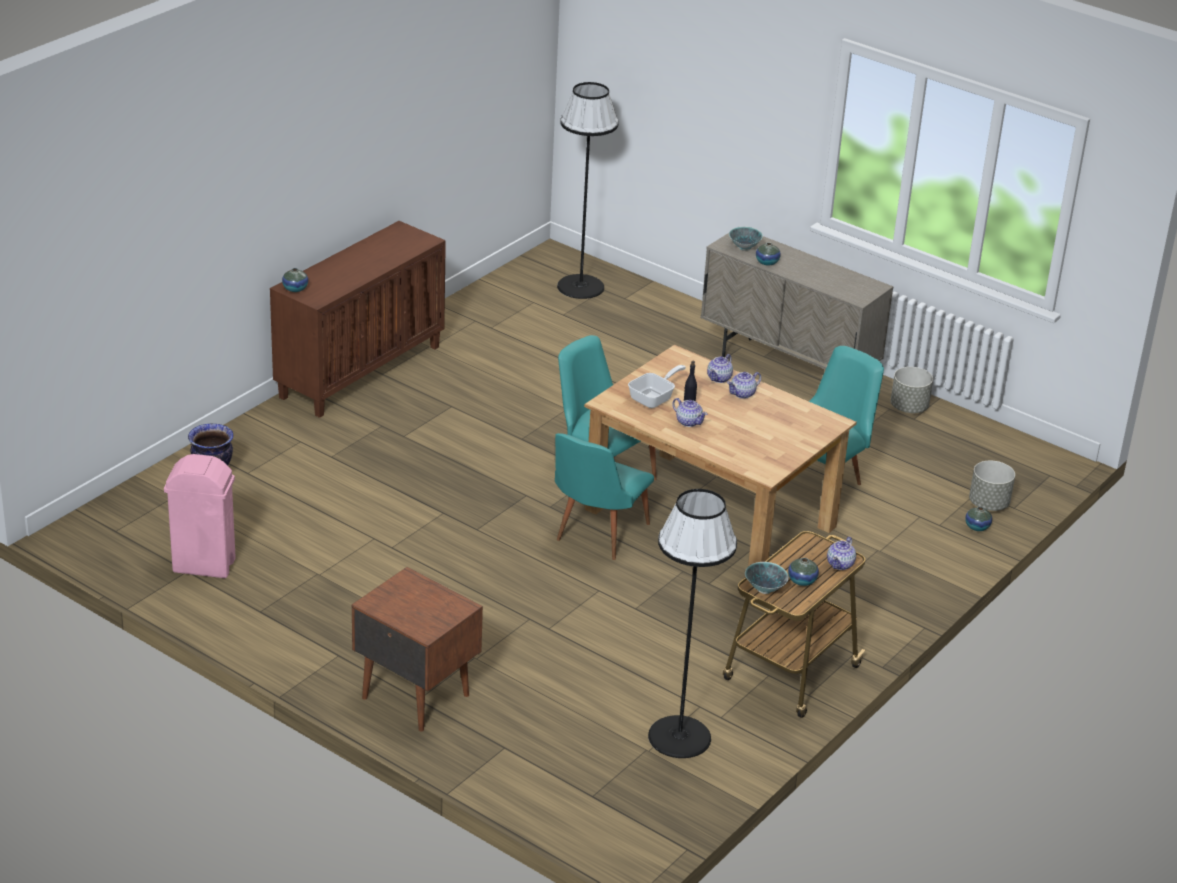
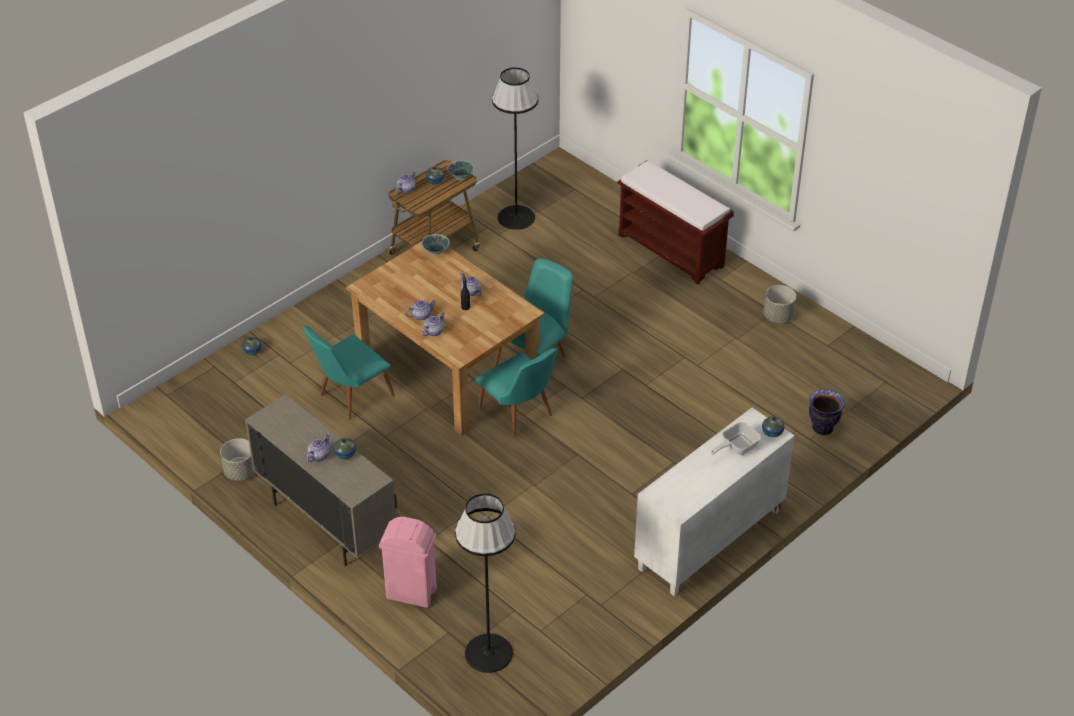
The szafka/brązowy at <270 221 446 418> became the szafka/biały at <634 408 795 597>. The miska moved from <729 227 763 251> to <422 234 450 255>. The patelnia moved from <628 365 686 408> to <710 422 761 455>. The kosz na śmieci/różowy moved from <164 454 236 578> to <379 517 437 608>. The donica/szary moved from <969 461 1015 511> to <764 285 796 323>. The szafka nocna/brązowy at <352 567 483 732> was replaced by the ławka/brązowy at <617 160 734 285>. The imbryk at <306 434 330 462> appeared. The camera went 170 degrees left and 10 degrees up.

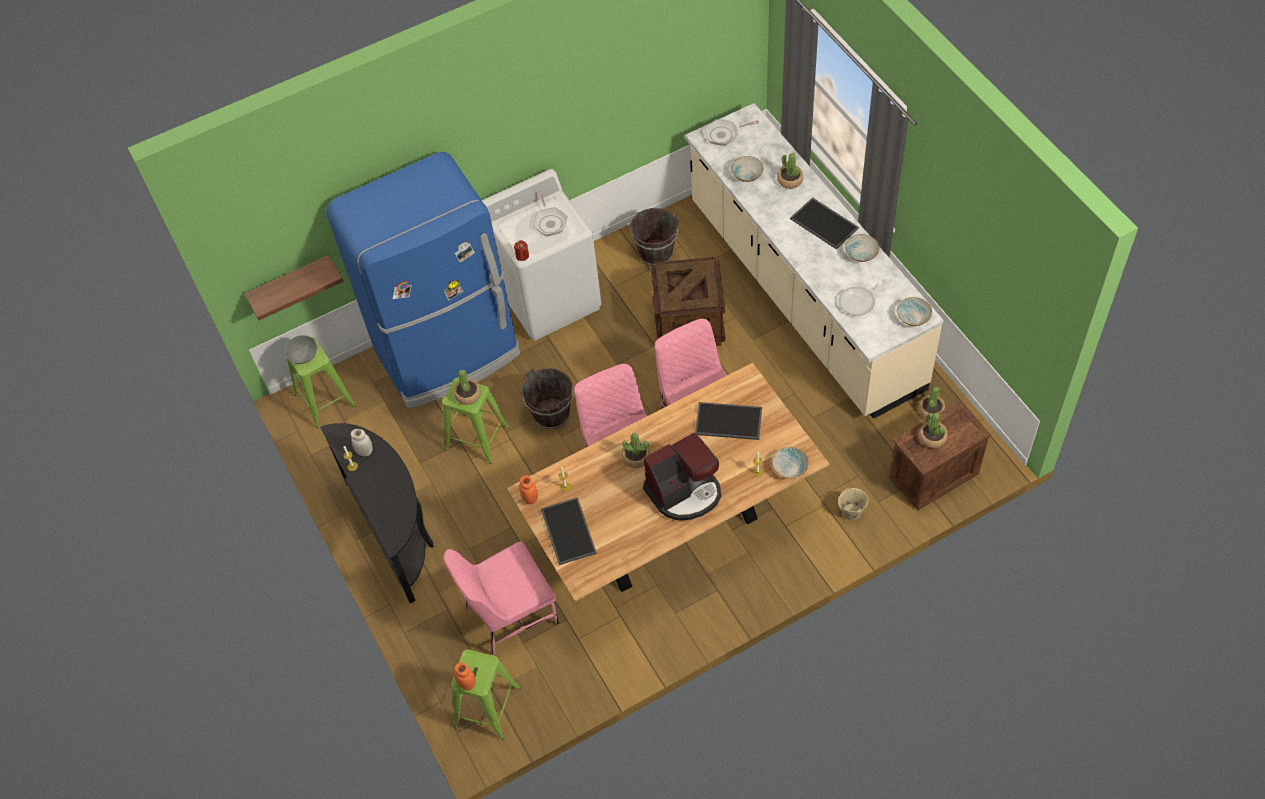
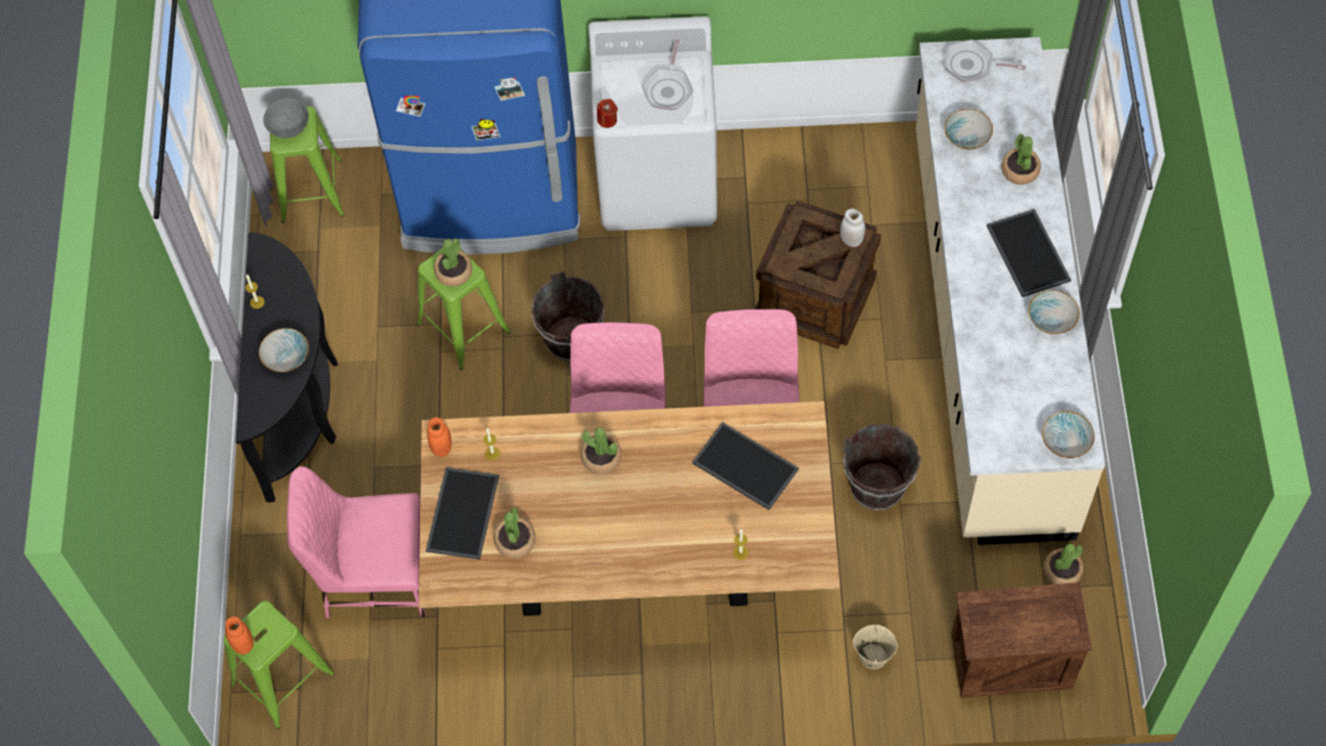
The wiadro/brązowy moved from <629 208 679 266> to <843 424 922 510>. The półka at <244 255 344 321> disappeared. The patelnia at <839 279 893 316> disappeared. The roślina doniczkowa moved from <919 413 948 448> to <494 507 536 558>. The słoik/biały moved from <351 429 372 456> to <840 209 865 247>. The ekspres do kawy at <643 433 721 520> disappeared. The miska moved from <772 447 809 479> to <259 328 309 372>. The camera went 25 degrees right and 5 degrees up.

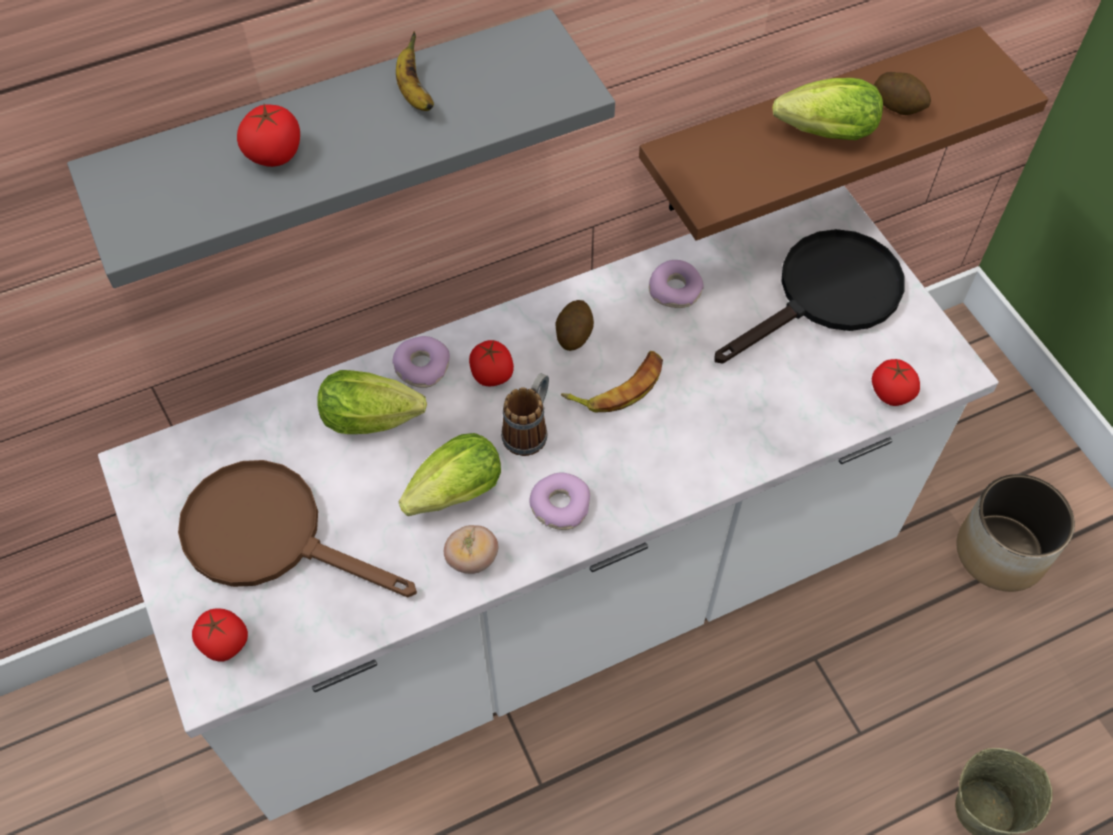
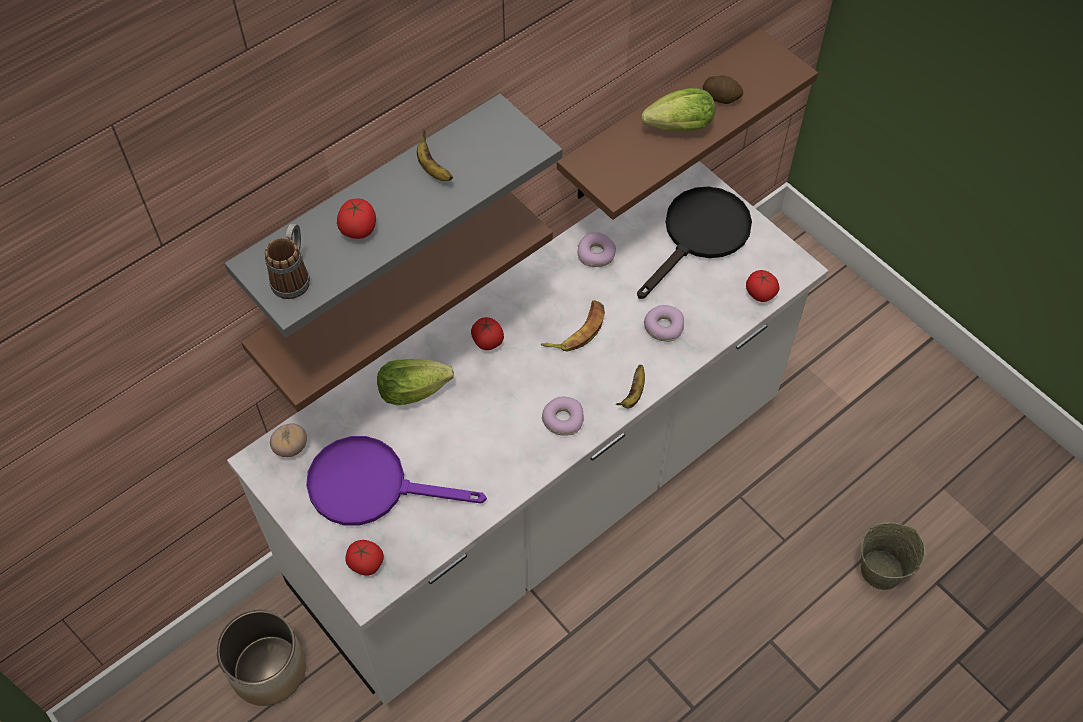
The ziemniak at <556 300 594 351> disappeared. The donut moved from <393 336 450 388> to <644 305 684 342>. The kubek moved from <501 373 549 456> to <265 224 310 299>. The sałata at <399 433 501 516> disappeared. The patelnia/brązowy at <178 460 417 597> became the patelnia/fioletowy at <306 436 487 526>. The donica moved from <957 474 1075 592> to <217 610 306 706>. The pomidor moved from <444 525 498 574> to <270 423 307 457>. The półka/brązowy at <241 192 553 412> appeared. The banan at <616 365 645 408> appeared. The camera went 15 degrees left and 0 degrees up.

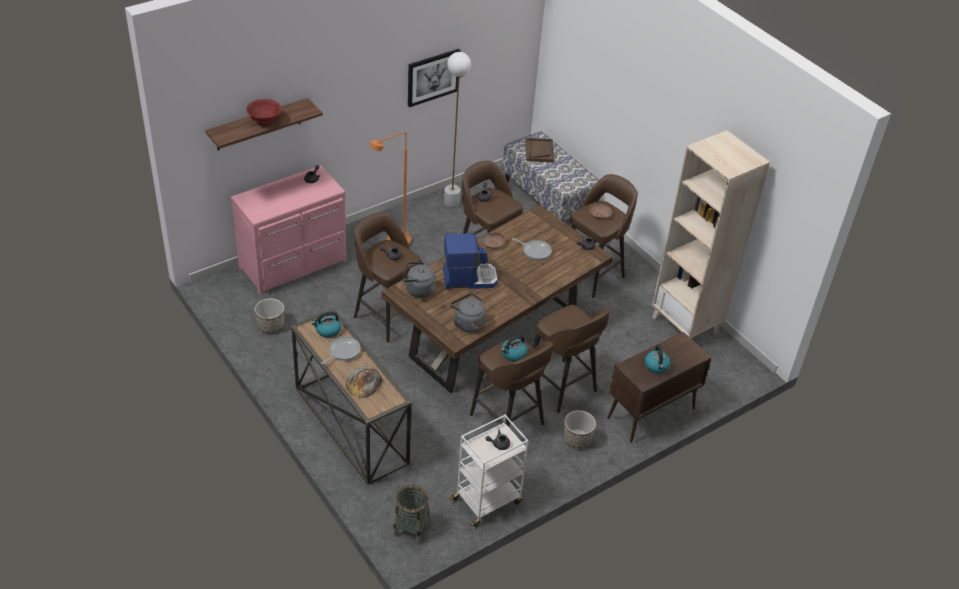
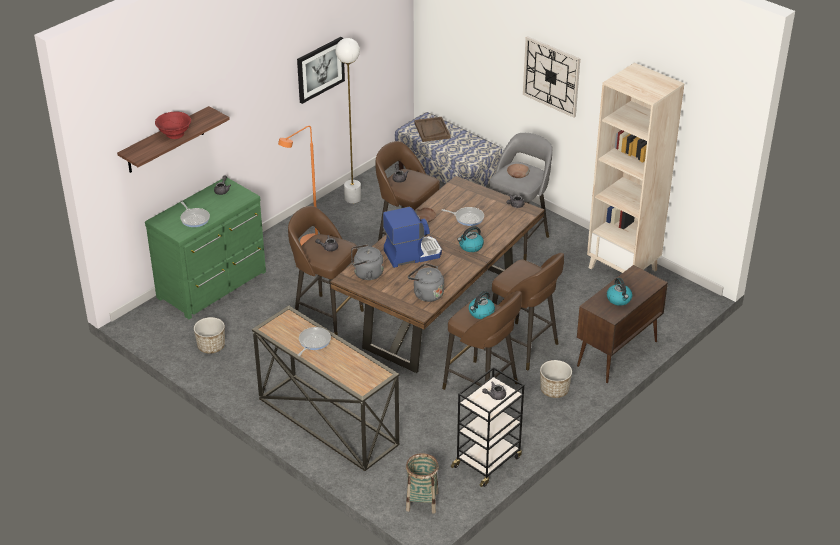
The komoda/różowy at <231 166 347 294> became the komoda/zielony at <145 178 266 319>. The stołek/brązowy at <570 174 638 298> became the stołek/szary at <489 133 552 260>. The czajnik moved from <311 312 342 338> to <457 226 484 252>. The chleb at <346 367 383 398> disappeared. The wózek/biały at <450 415 529 527> became the wózek/czarny at <451 367 524 487>. The zegar ścienny at <523 36 580 118> appeared. The patelnia at <180 201 210 227> appeared. The camera went 10 degrees left and 5 degrees down.

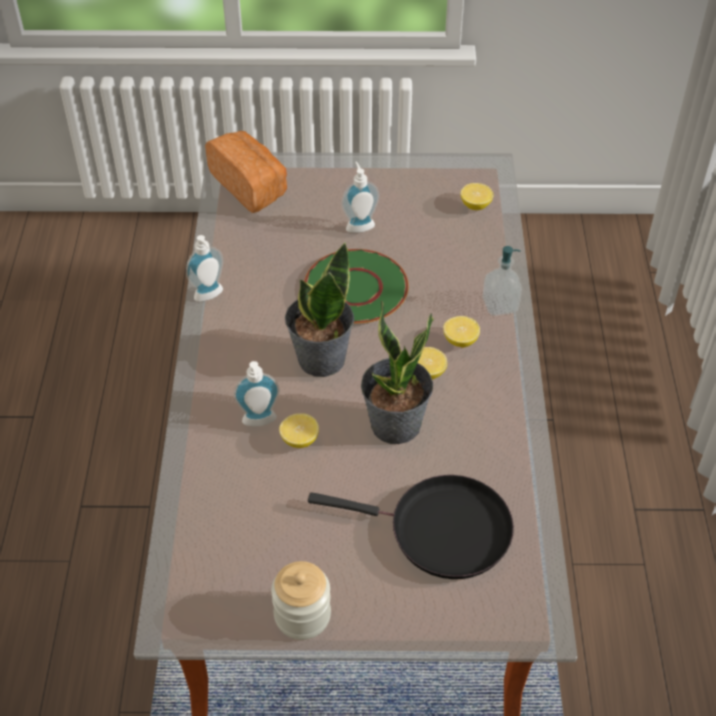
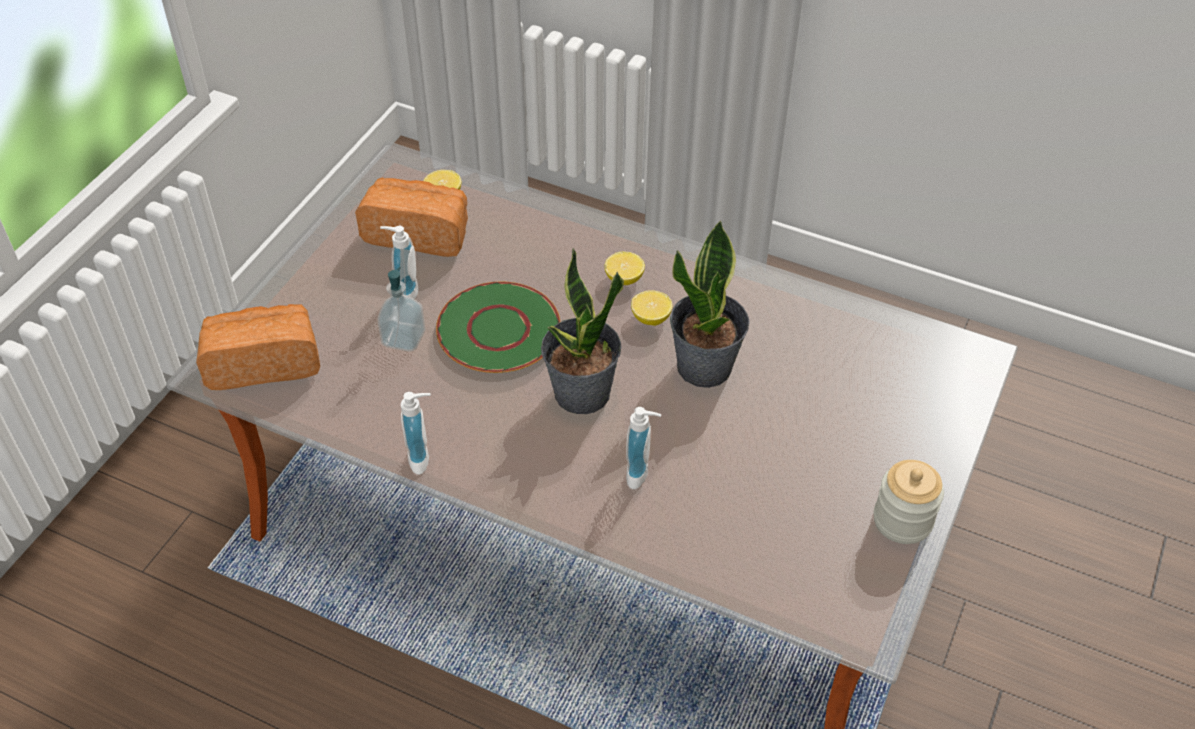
The dozownik mydła moved from <482 246 522 316> to <378 267 425 352>. The cytryna at <279 413 319 448> disappeared. The patelnia/czarny at <308 475 514 579> disappeared. The chleb at <355 177 468 257> appeared. The camera went 65 degrees left and 0 degrees up.

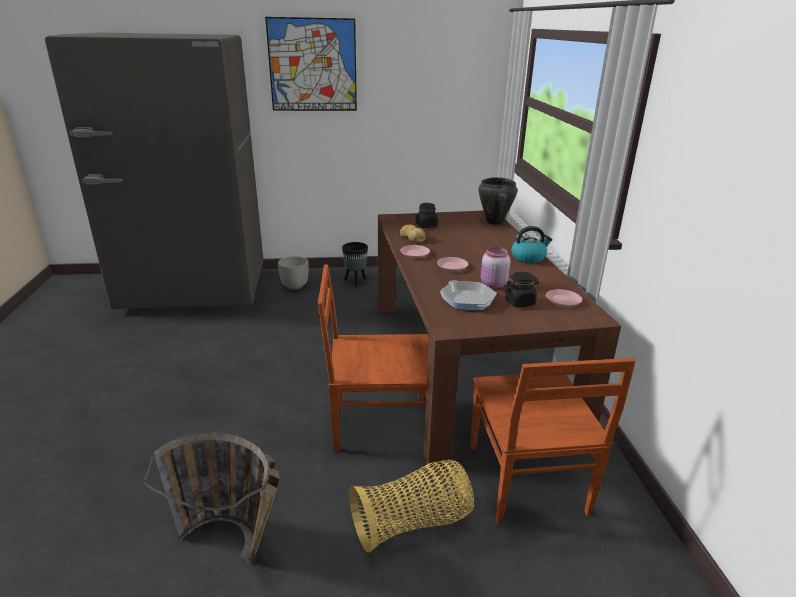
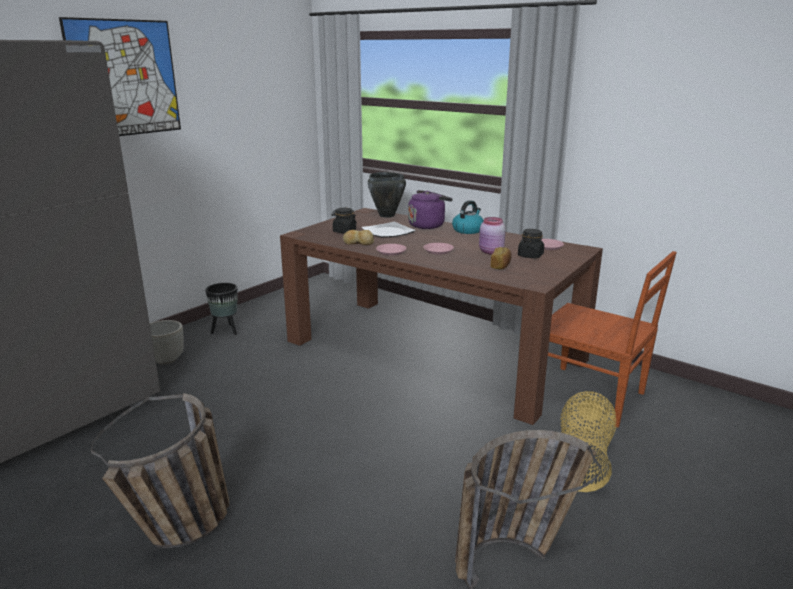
The krzesło/brązowy at <318 264 429 452> disappeared. The patelnia at <440 280 497 310> was replaced by the chleb at <491 247 511 269>. The czajnik/fioletowy at <408 190 453 229> appeared. The talerz at <361 222 416 238> appeared. The koszyk at <91 393 229 548> appeared. The camera went 45 degrees left and 5 degrees down.

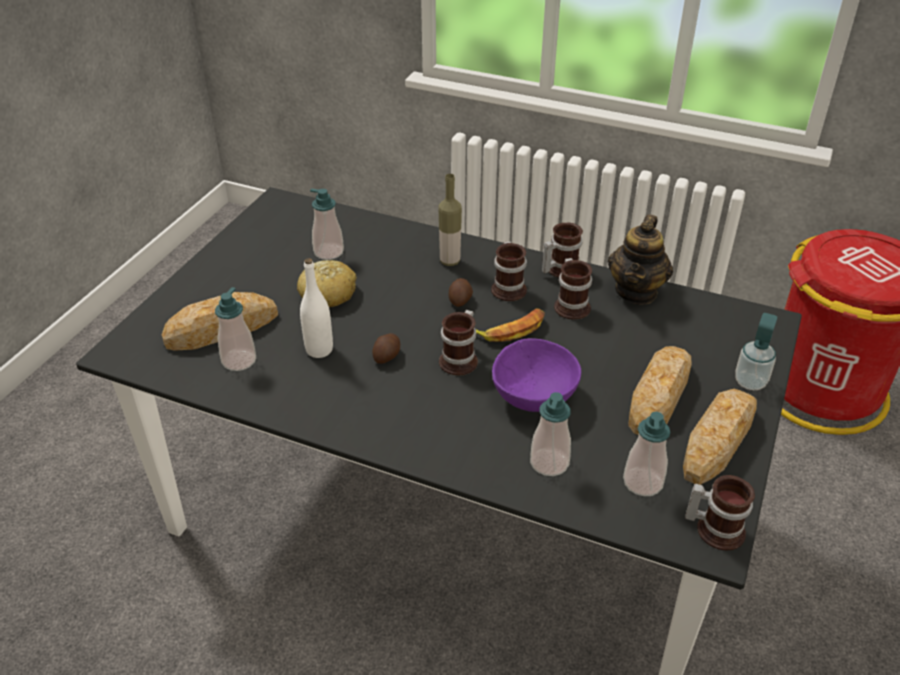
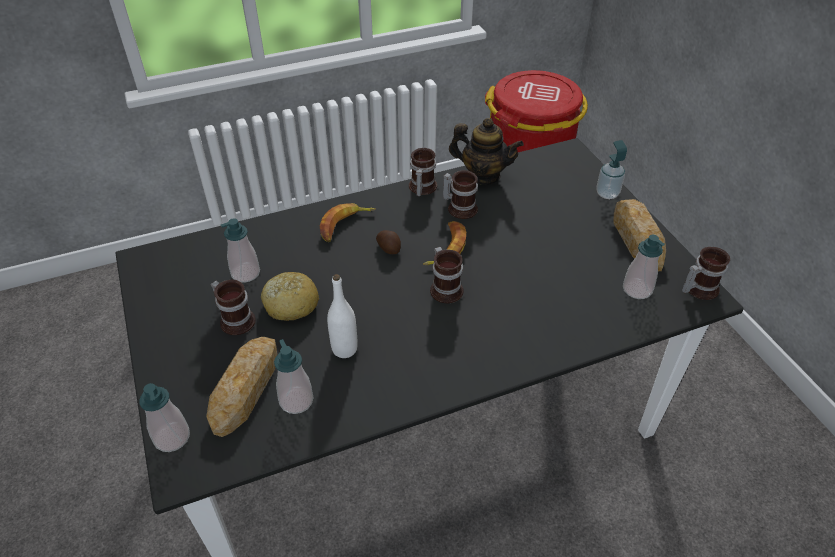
The butelka at <438 174 462 266> was replaced by the banan at <320 203 376 242>. The imbryk at <608 214 673 305> turned 45 degrees counterclockwise. The kubek moved from <491 241 527 301> to <211 280 256 335>. The ziemniak at <372 333 400 364> disappeared. The miska/fioletowy at <492 338 581 412> disappeared. The chleb at <628 346 692 435> disappeared. The dozownik mydła moved from <530 392 571 476> to <139 383 190 452>. The camera went 45 degrees left and 5 degrees up.

